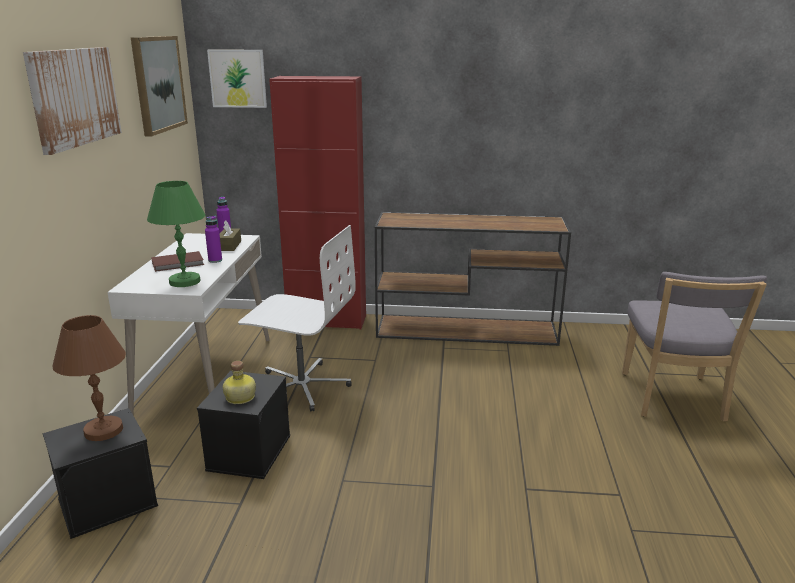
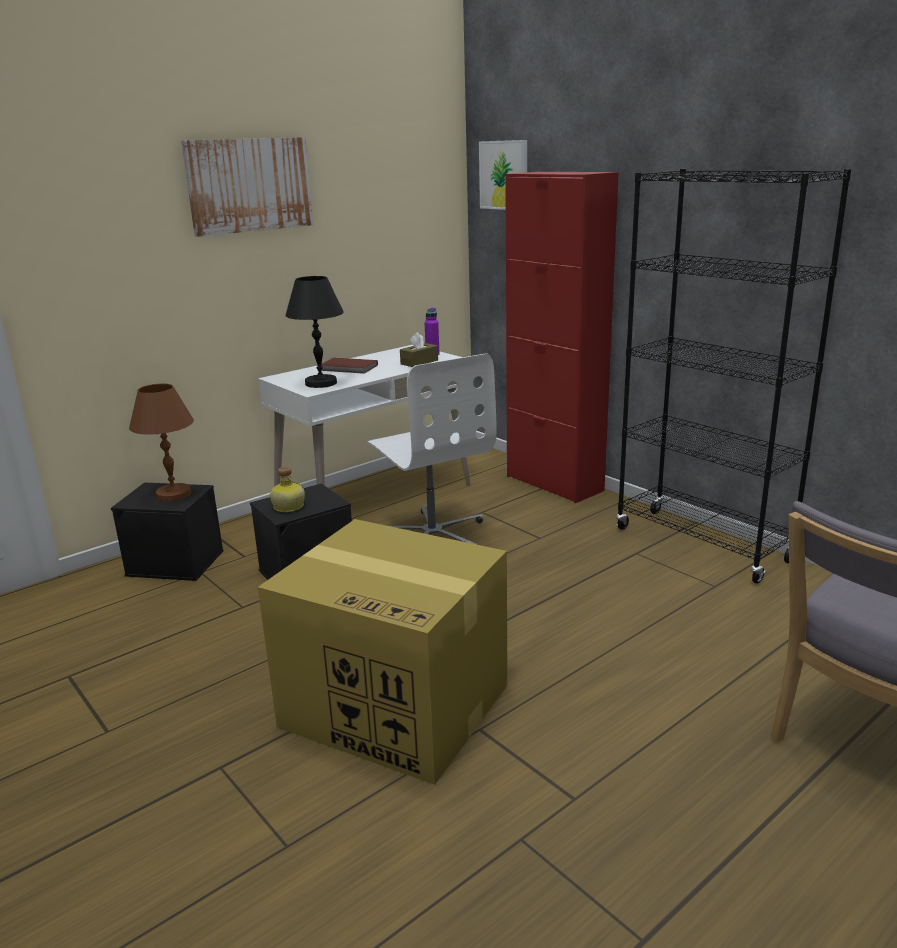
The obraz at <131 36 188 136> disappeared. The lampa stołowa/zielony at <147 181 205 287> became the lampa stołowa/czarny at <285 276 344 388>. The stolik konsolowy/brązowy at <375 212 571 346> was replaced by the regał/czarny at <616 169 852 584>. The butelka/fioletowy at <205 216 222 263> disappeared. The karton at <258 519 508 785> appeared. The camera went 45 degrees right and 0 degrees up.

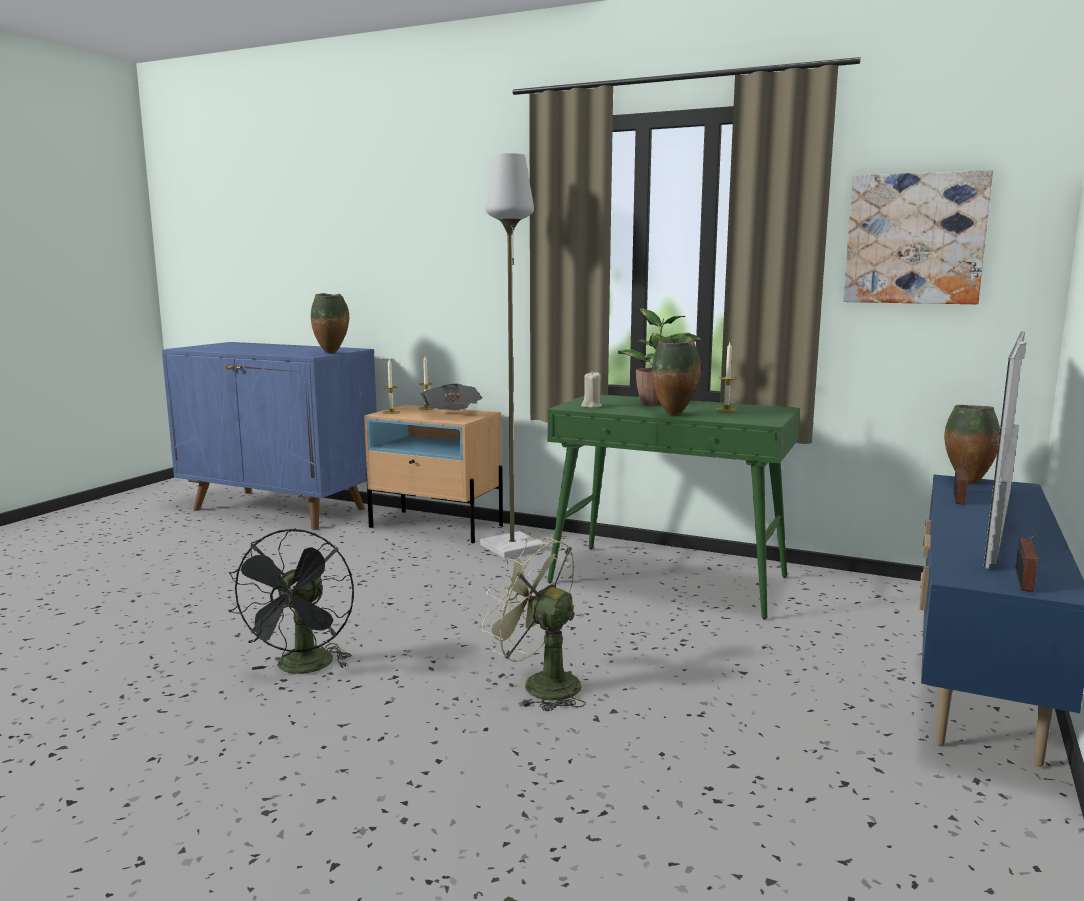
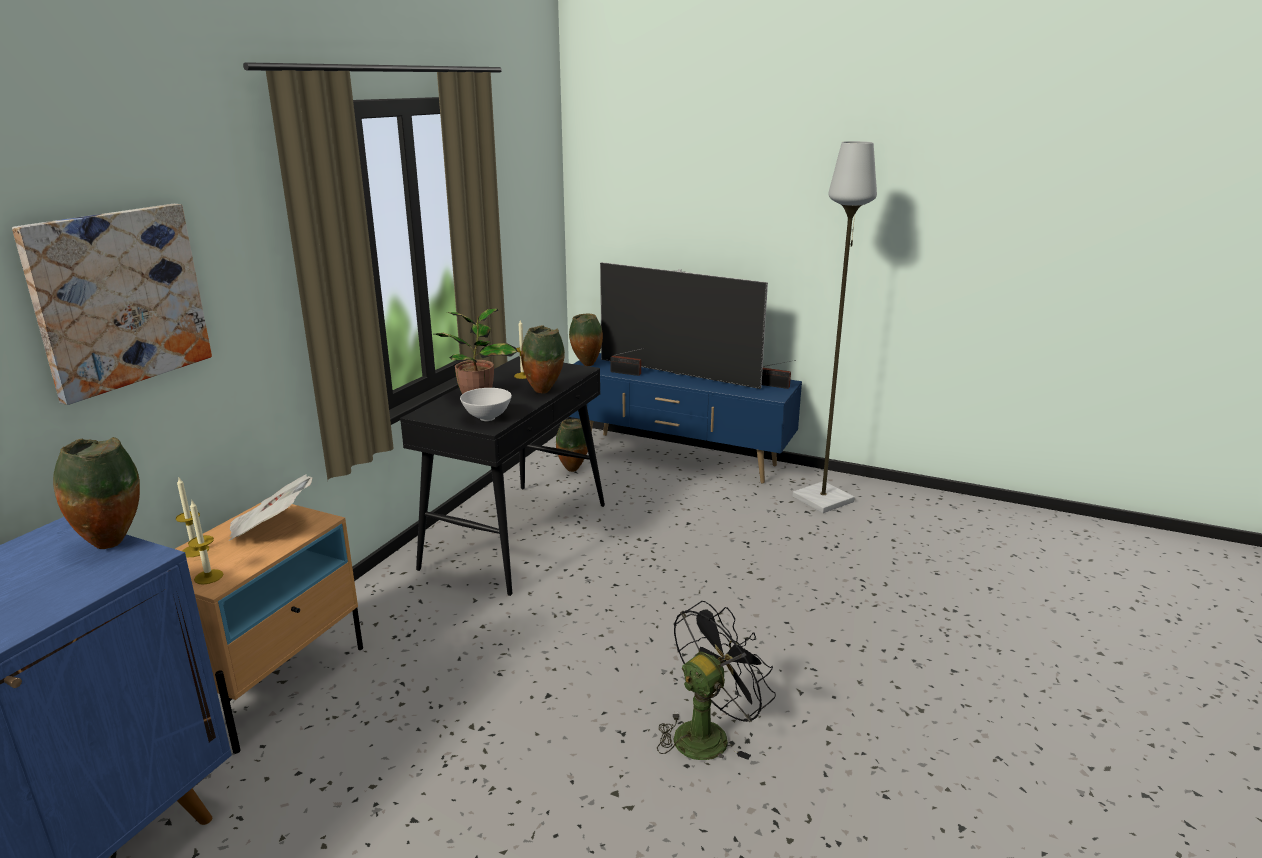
The lampa stojąca/szary moved from <480 153 545 558> to <792 141 877 513>. The obraz moved from <843 170 993 304> to <12 204 212 405>. The świeca/beżowy at <581 371 602 408> was replaced by the miska/biały at <460 388 512 421>. The stolik konsolowy/zielony at <547 394 800 620> became the stolik konsolowy/czarny at <400 356 605 596>. The wentylator/czarny at <228 528 354 674> turned 45 degrees counterclockwise. The wentylator/zielony at <482 537 586 711> disappeared. The wazon at <556 419 588 472> appeared. The camera went 90 degrees left and 10 degrees up.

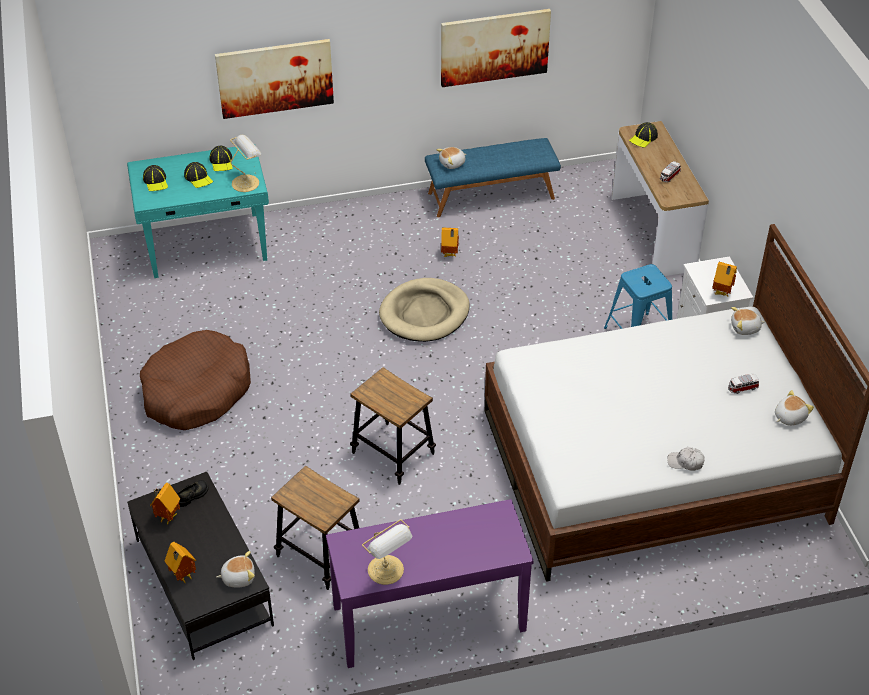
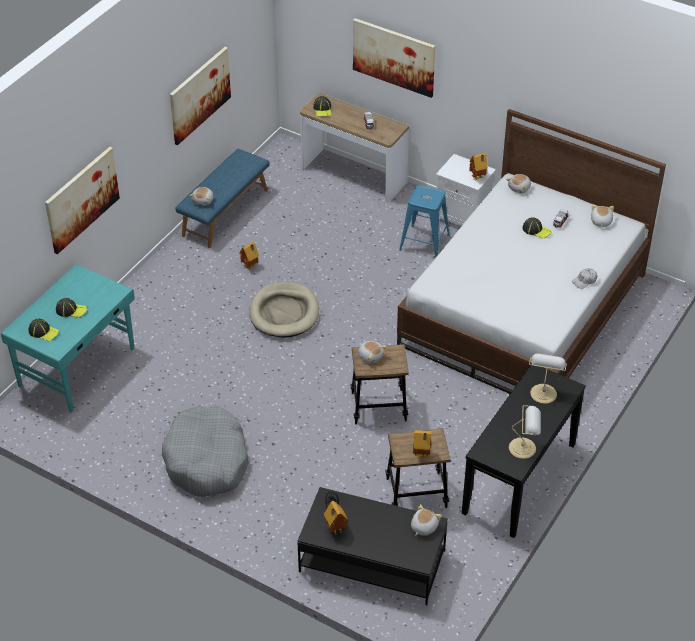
The lampa stołowa moved from <230 135 261 192> to <529 353 567 404>. The czapka z daszkiem moved from <210 146 233 171> to <523 217 551 239>. The legowisko/brązowy at <140 330 251 430> became the legowisko/szary at <162 406 249 497>. The stolik konsolowy/fioletowy at <326 499 534 668> became the stolik konsolowy/czarny at <462 364 586 538>. The domek moved from <165 542 196 584> to <413 430 431 458>. The obraz at <353 18 436 98> appeared. The pluszak at <358 341 387 363> appeared. The camera went 45 degrees left and 0 degrees up.

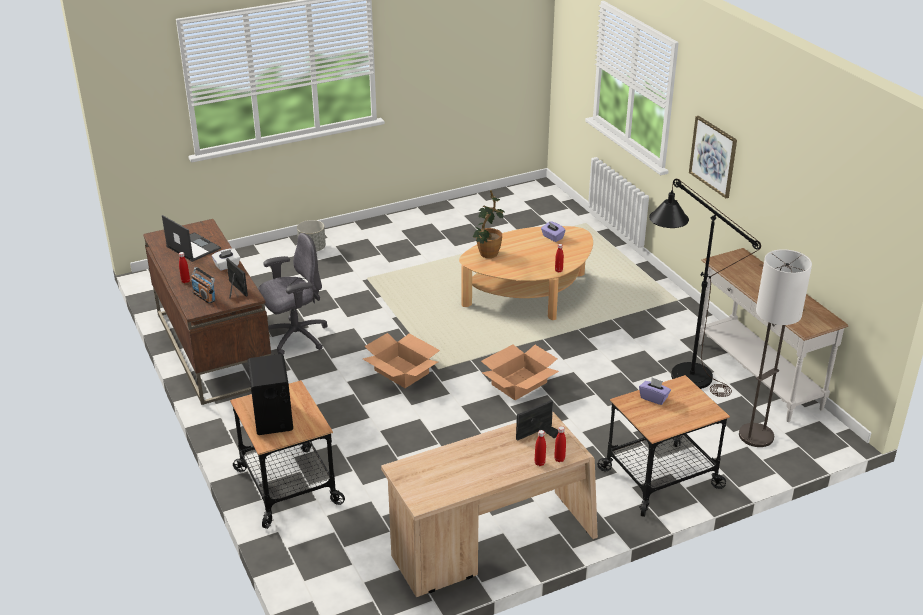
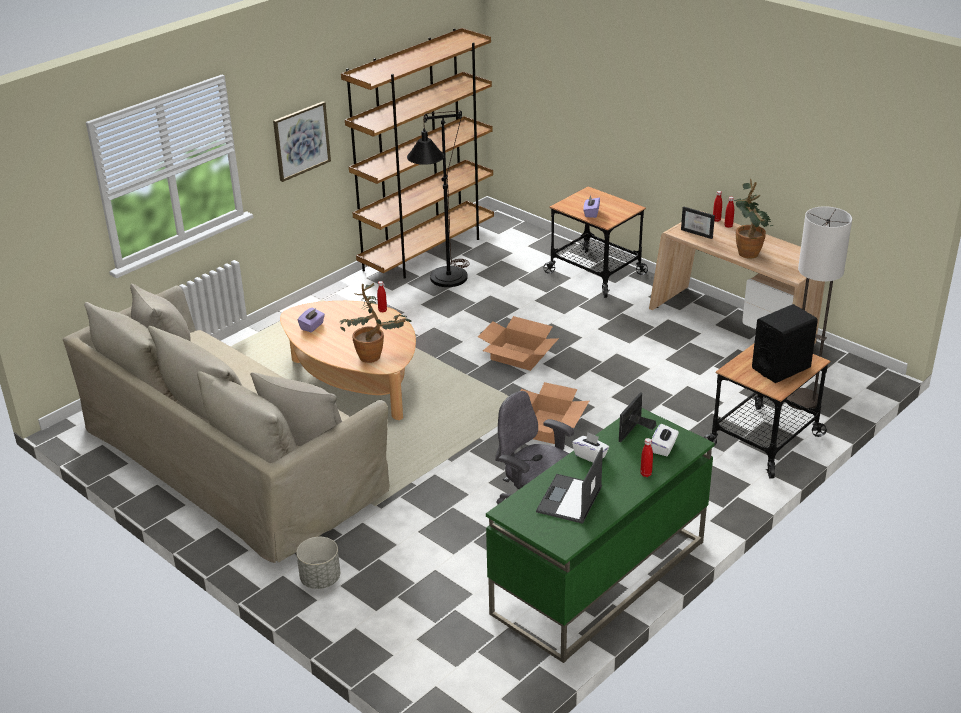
The biurko/brązowy at <143 219 271 405> became the biurko/zielony at <486 408 715 663>. The stolik konsolowy/biały at <698 248 848 422> was replaced by the regał/brązowy at <341 28 494 279>. The lampa stojąca moved from <739 249 812 447> to <787 206 852 410>. The radio at <191 267 215 304> was replaced by the pudełko chusteczek/biały at <651 424 679 456>. The roślina doniczkowa at <734 179 776 259> appeared. The kanapa/beżowy at <63 283 389 563> appeared. The camera went 110 degrees left and 0 degrees up.

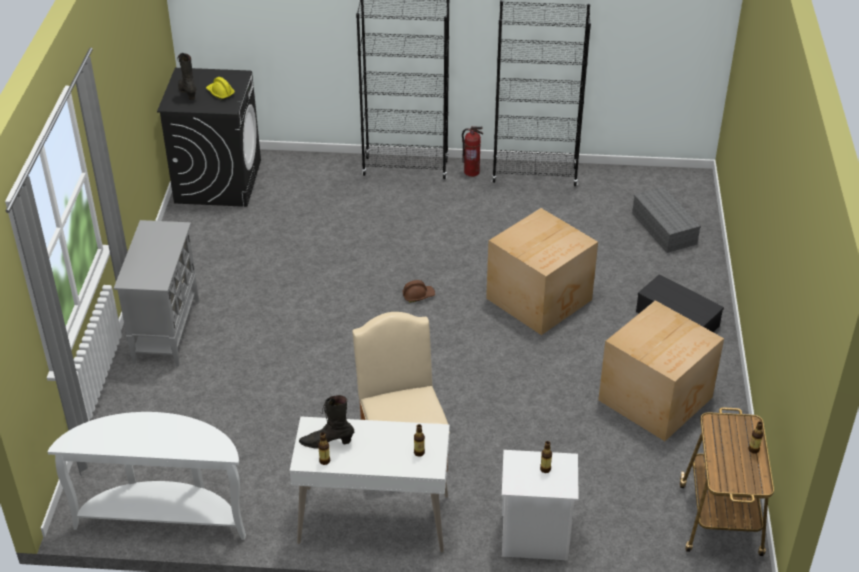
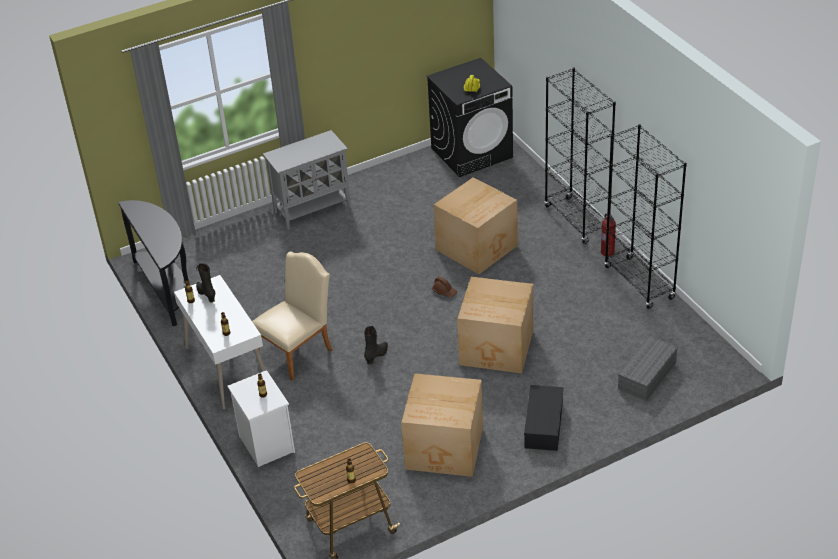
The but z cholewką/czarny moved from <177 53 196 100> to <364 326 388 365>. The stolik konsolowy/biały at <48 412 246 540> became the stolik konsolowy/czarny at <118 200 189 326>. The karton at <433 177 518 274> appeared. The camera went 60 degrees right and 0 degrees up.

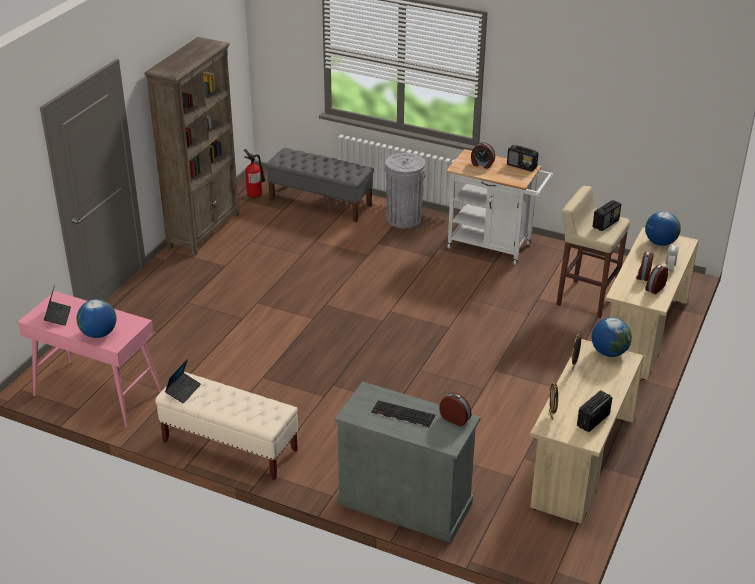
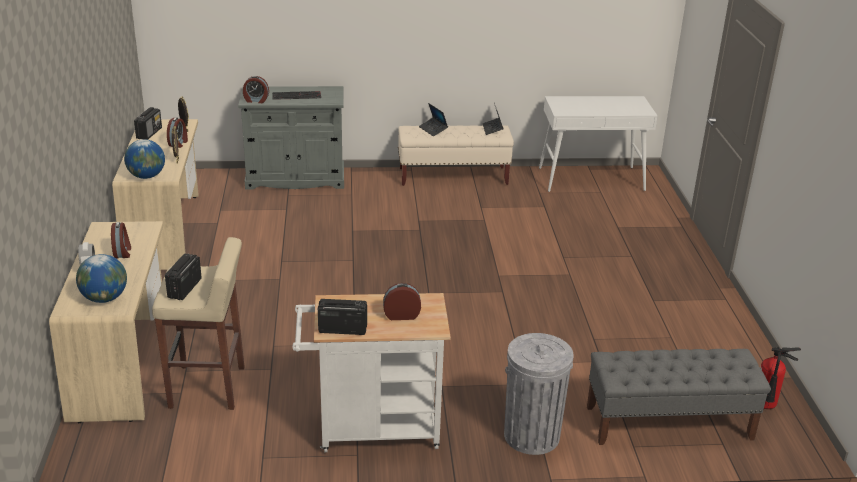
The regał/brązowy at <145 37 240 256> disappeared. The budzik moved from <645 265 668 294> to <167 117 188 148>. The laptop moved from <44 285 71 326> to <419 103 448 136>. The stolik konsolowy/różowy at <18 291 162 428> became the stolik konsolowy/biały at <539 96 658 192>. The globus at <77 299 116 338> disappeared. The camera went 150 degrees right and 5 degrees down.

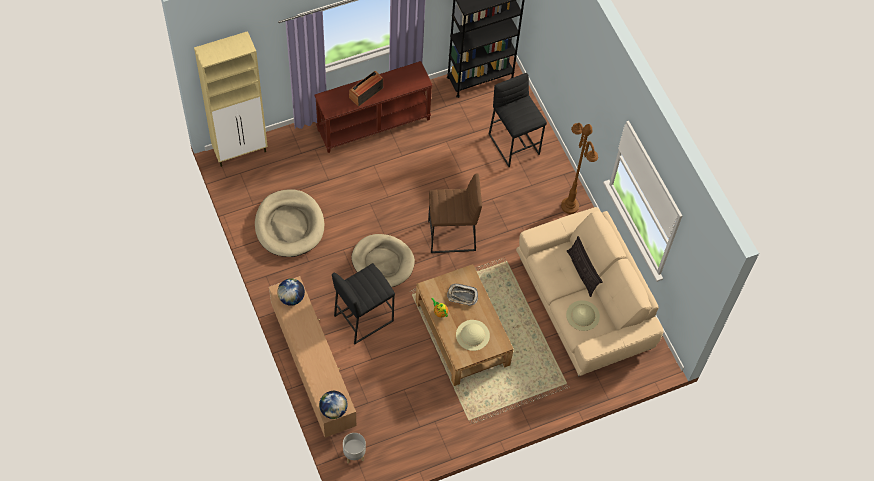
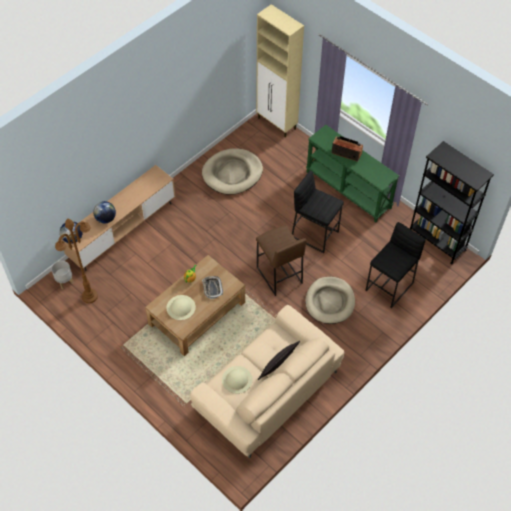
The stolik konsolowy/brązowy at <315 61 433 153> became the stolik konsolowy/zielony at <306 125 399 223>. The lampa stojąca/brązowy moved from <561 123 598 214> to <55 219 98 303>. The legowisko/beżowy moved from <352 234 415 287> to <305 277 355 324>. The stołek/czarny moved from <332 263 395 345> to <292 170 344 253>. The globus moved from <277 278 305 306> to <93 201 116 223>. The camera went 70 degrees right and 5 degrees down.

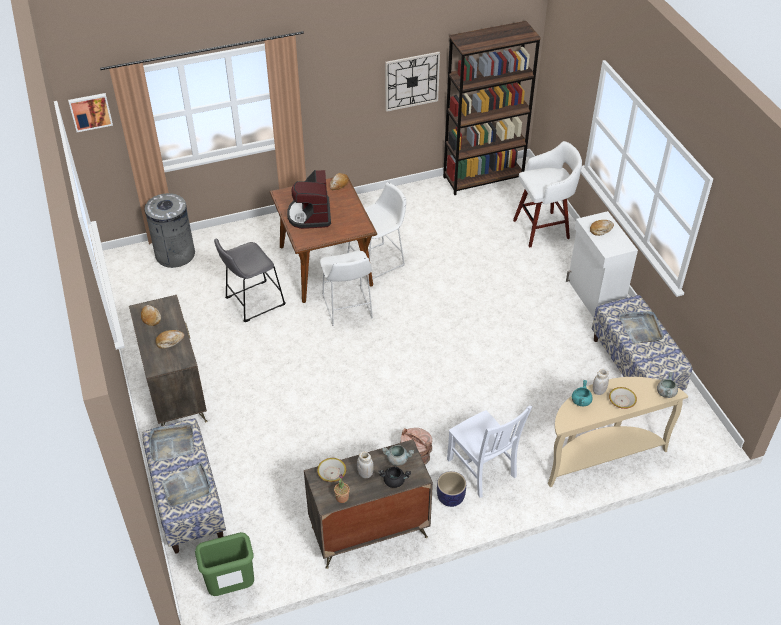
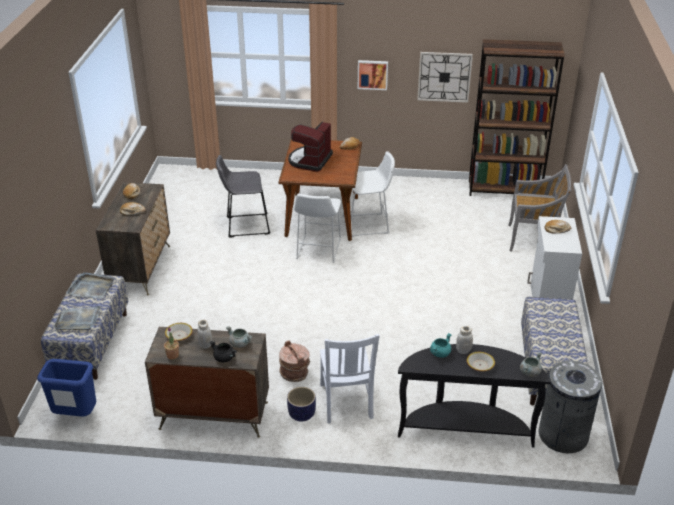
The obraz moved from <68 93 113 132> to <358 60 388 90>. The stołek/biały at <513 141 582 248> was replaced by the krzesło/szary at <508 164 571 252>. The kosz na śmieci/szary moved from <143 193 195 268> to <538 361 602 453>. The taca/szary at <619 311 664 343> disappeared. The stolik konsolowy/beżowy at <548 377 688 487> became the stolik konsolowy/czarny at <398 344 551 448>. The kosz na śmieci/zielony at <195 532 254 596> became the kosz na śmieci/niebieski at <37 359 96 417>. The camera went 25 degrees right and 10 degrees down.

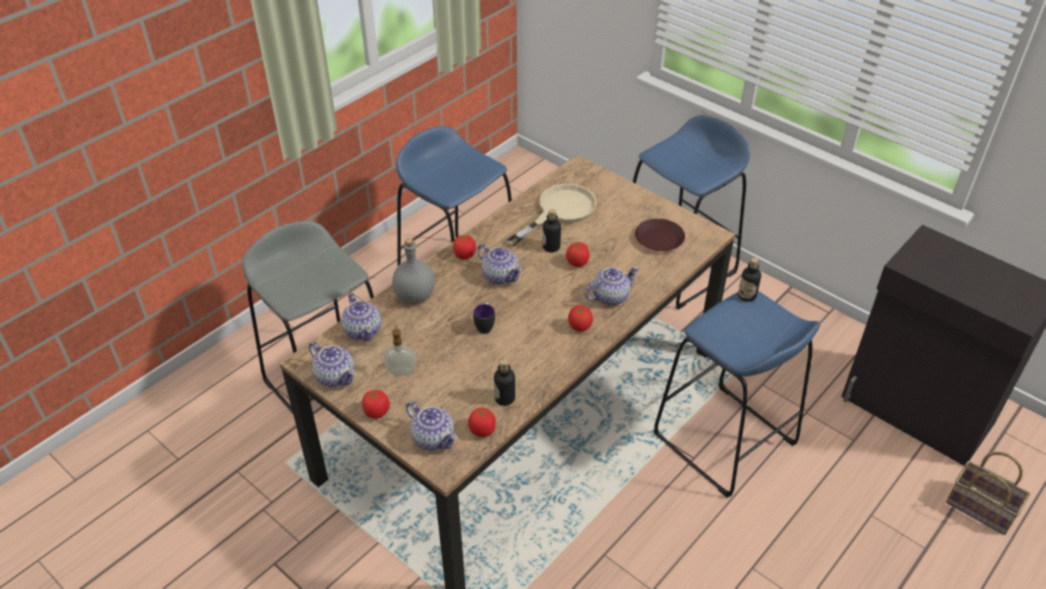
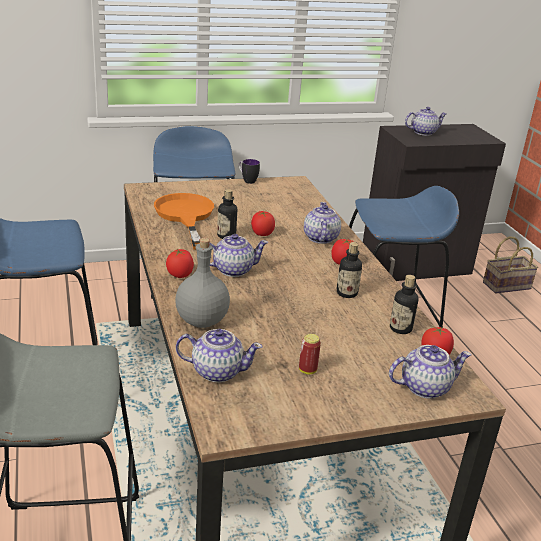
The patelnia/beżowy at <506 184 597 246> became the patelnia/pomarańczowy at <154 193 214 249>. The talerz/brązowy at <635 219 685 251> disappeared. The butelka moved from <738 258 761 302> to <336 242 362 298>. The kubek moved from <473 302 495 334> to <239 159 260 184>. The dozownik mydła at <384 326 416 376> was replaced by the puszka at <299 334 321 374>. The imbryk moved from <309 342 355 387> to <405 107 447 136>. The pomidor at <362 390 390 419> disappeared. The camera went 60 degrees left and 15 degrees down.

